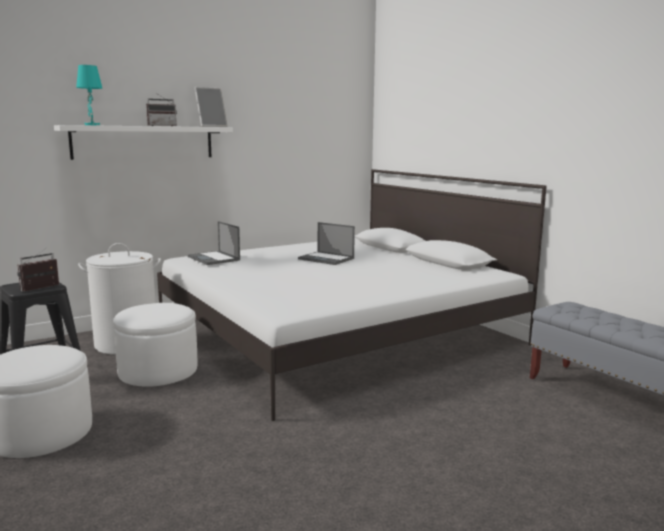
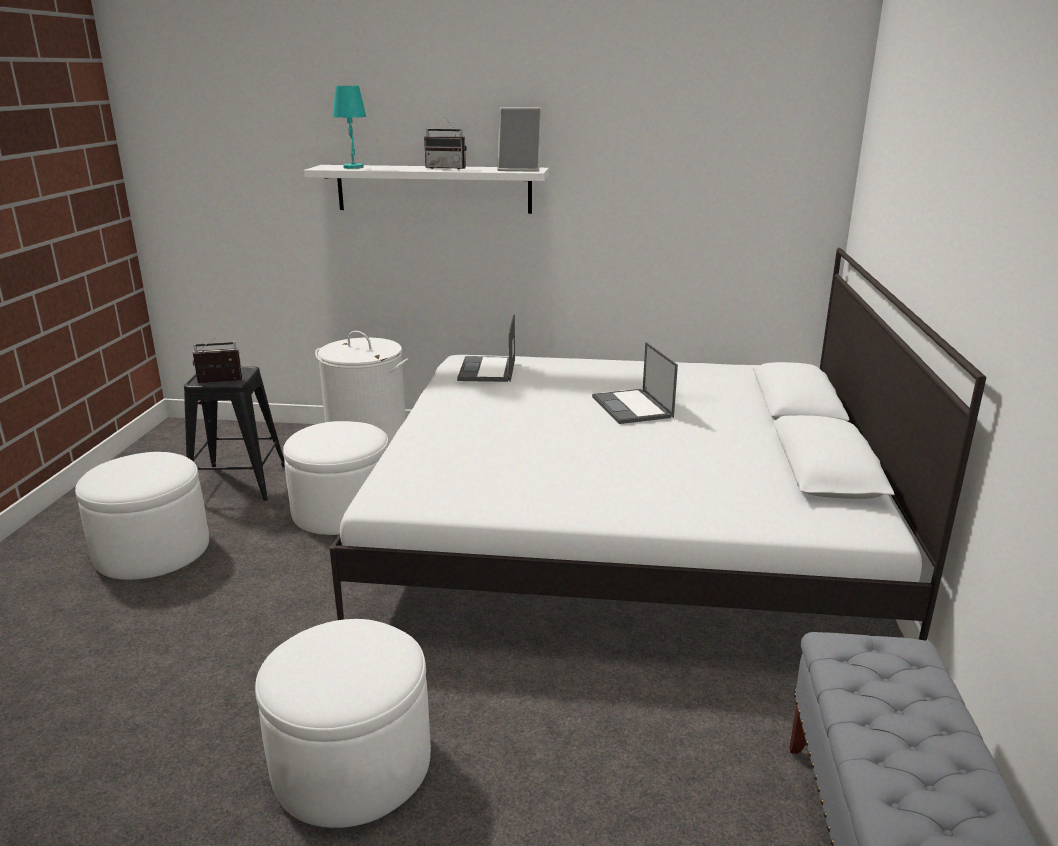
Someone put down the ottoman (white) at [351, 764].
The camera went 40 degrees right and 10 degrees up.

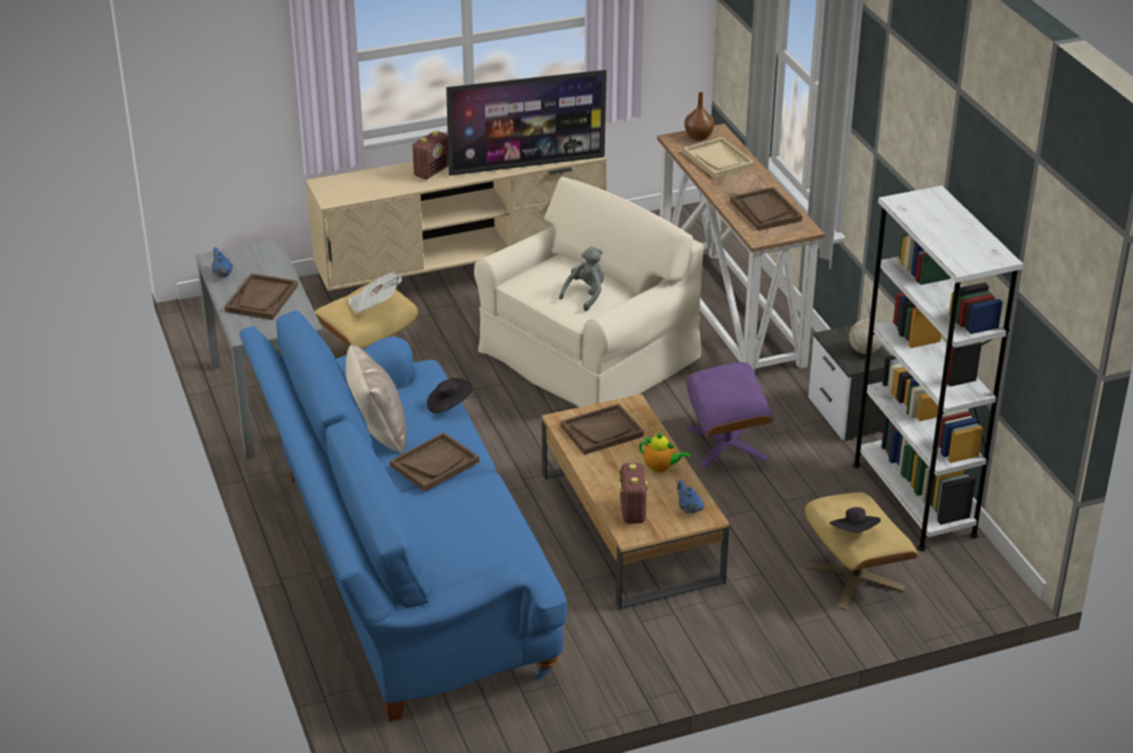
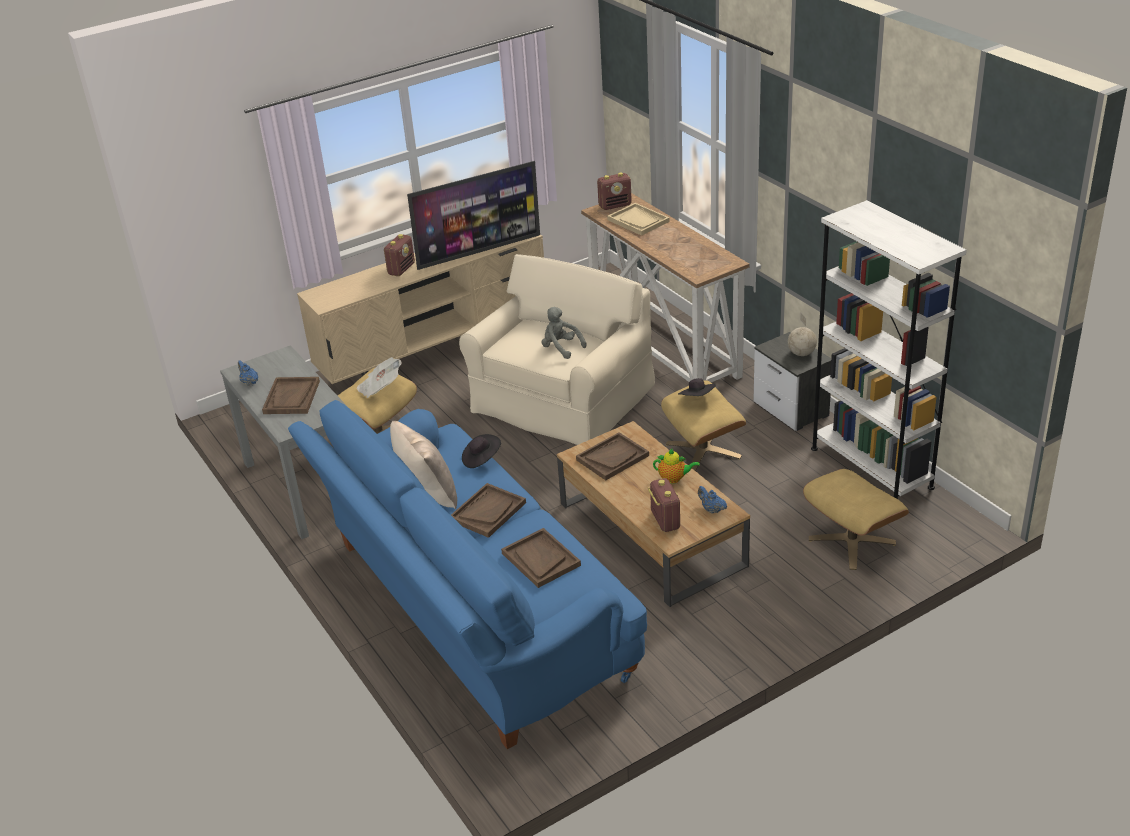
Someone swapped the vase (brown) at [699, 136] for the radio at [615, 205].
Someone carried the tray (brown) from [765, 211] to [540, 559].
Someone rotated the plush toy (grey) at [586, 295] by 75 degrees counterclockwise.
Someone repainted the ottoman (purple) at [727, 443], which became the ottoman (beige) at [703, 450].
Someone carried the hat (black) from [854, 532] to [697, 398].
The camera went 10 degrees left and 0 degrees up.

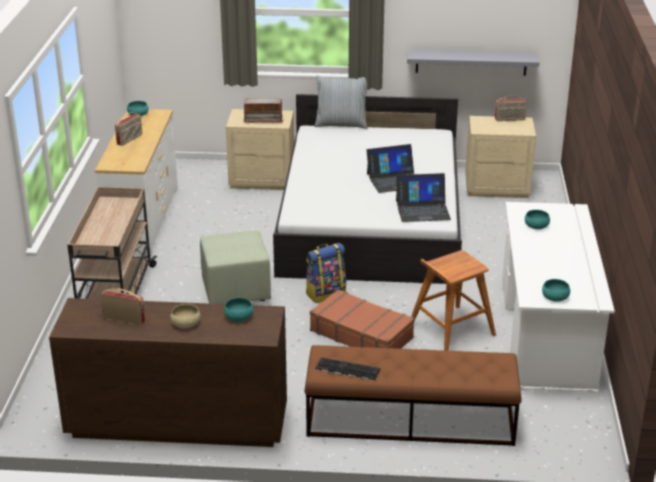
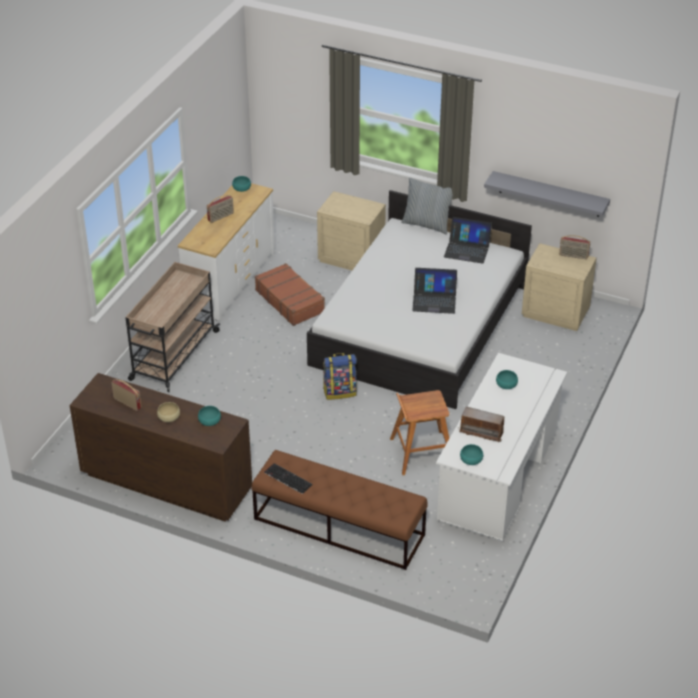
Someone carried the radio from [263, 120] to [481, 432].
Someone carried the laptop from [422, 210] to [467, 249].
Someone took away the ottoman (green) at [235, 291].
Someone carried the suitcase (brown) from [361, 334] to [290, 301].
The camera went 20 degrees right and 10 degrees up.

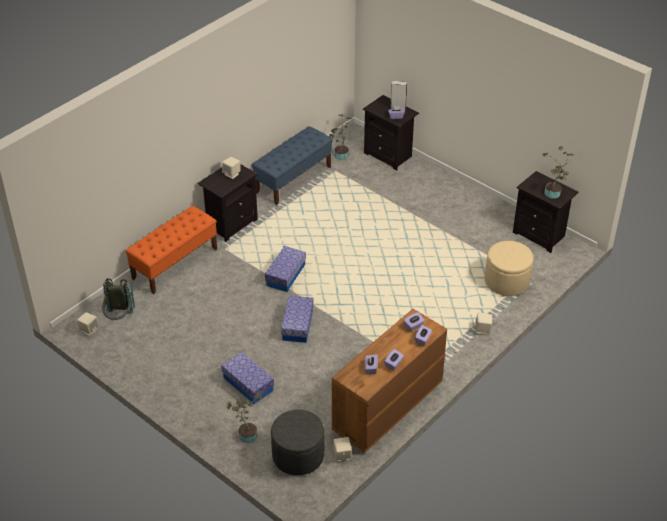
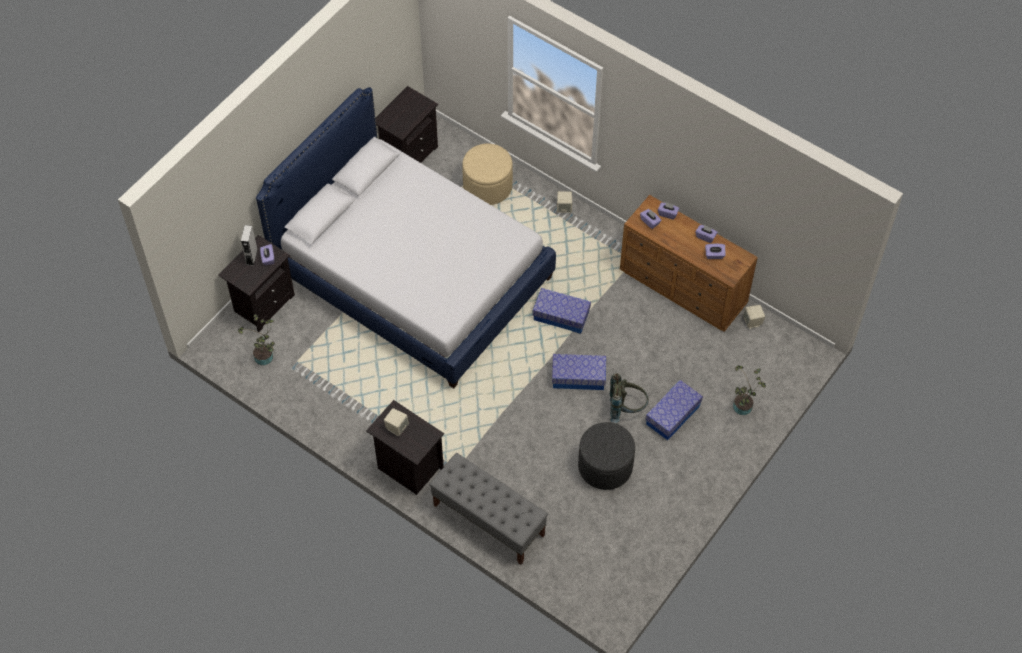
Someone took away the bench (blue) at [293, 179].
Someone took away the potted plant at [553, 194].
Someone repainted the bench (orange) at [175, 263], which became the bench (grey) at [488, 520].
Someone carried the storage box from [286, 275] to [561, 316].
Someone carried the backpack (grey) from [119, 318] to [626, 408].
Someone took away the speaker (beige) at [89, 330].
Someone carried the ottoman (grey) from [298, 455] to [605, 466].
Someone put down the bed at [412, 275].
The camera went 95 degrees left and 15 degrees up.

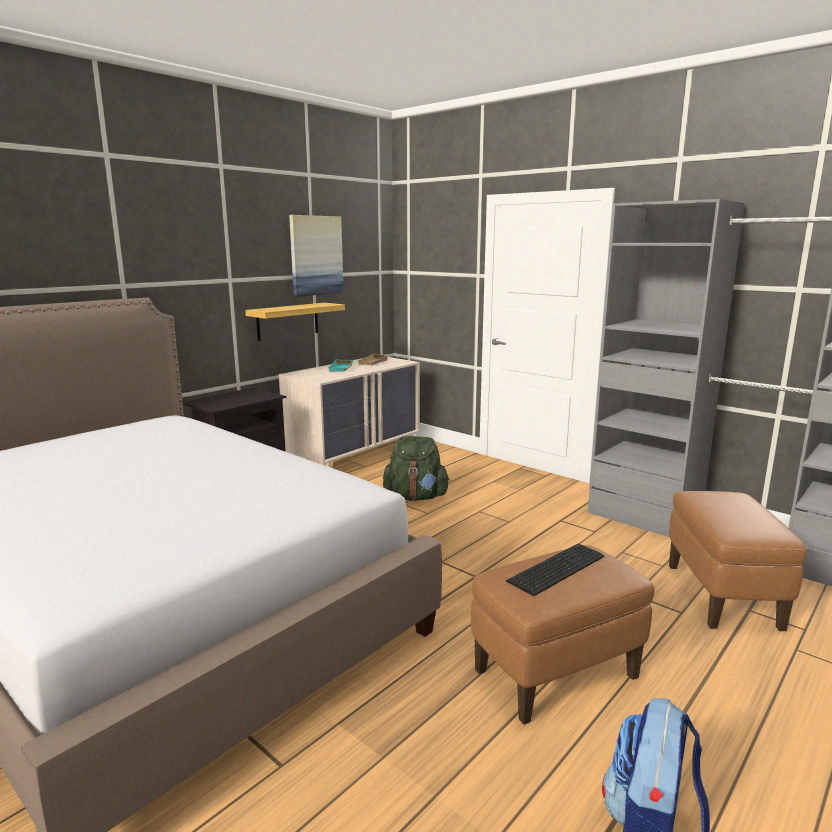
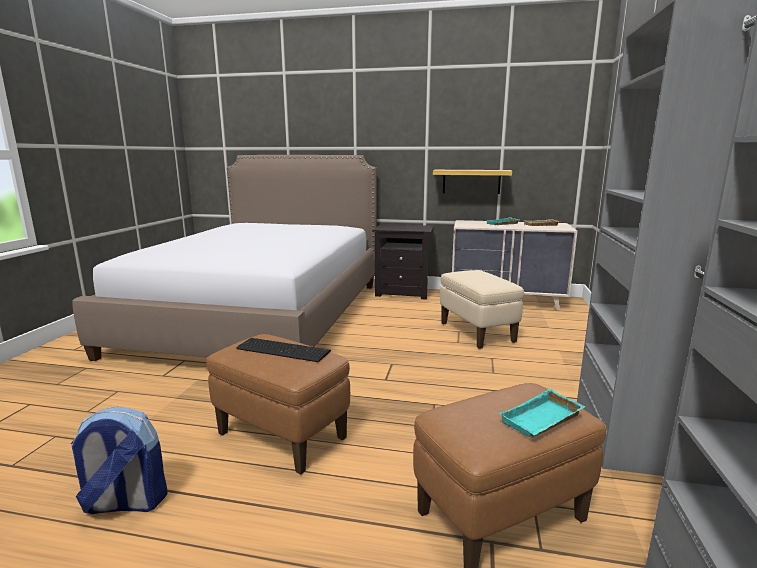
Someone took away the picture at [316, 255].
Someone swapped the backpack (green) at [416, 497] for the ottoman (beige) at [477, 332].
Someone put down the tray (turquoise) at [542, 421].
The camera went 60 degrees right and 0 degrees up.

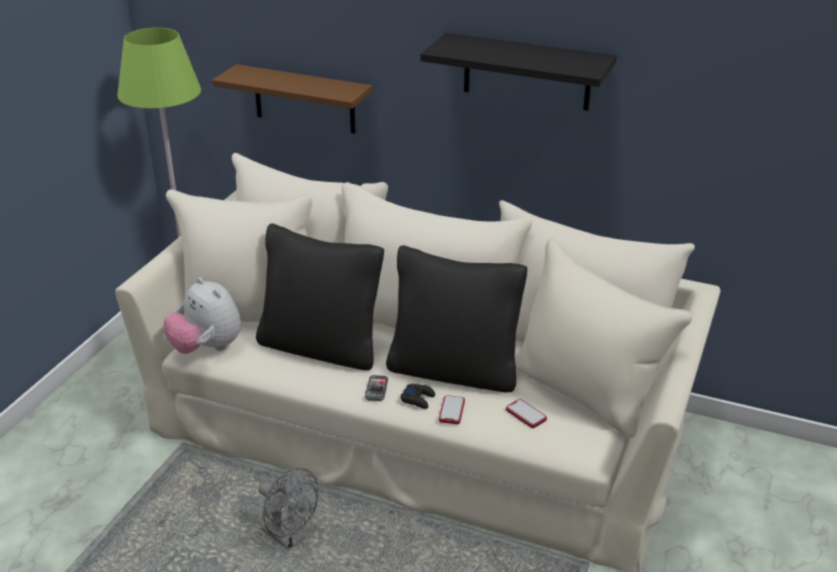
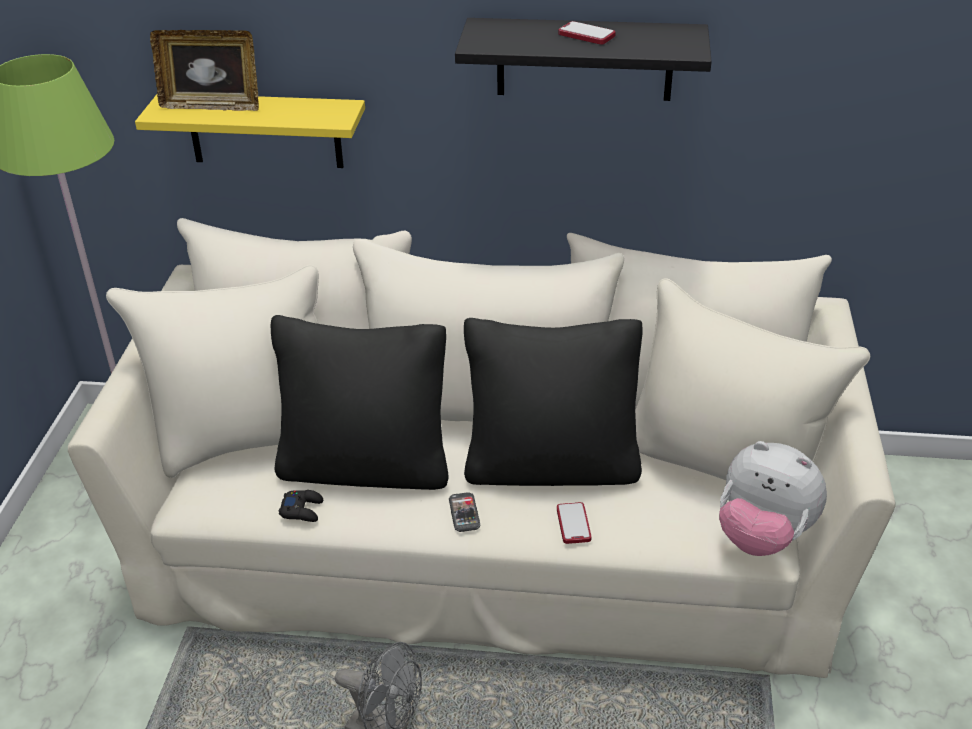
Someone repainted the shelf (brown) at [304, 99], which became the shelf (yellow) at [265, 130].
Someone carried the plush toy from [207, 348] to [762, 536].
Someone carried the game controller (black) from [418, 399] to [302, 510].
Someone carried the phone from [526, 414] to [586, 35].
Someone put down the picture frame at [212, 106].
The camera went 15 degrees left and 5 degrees up.

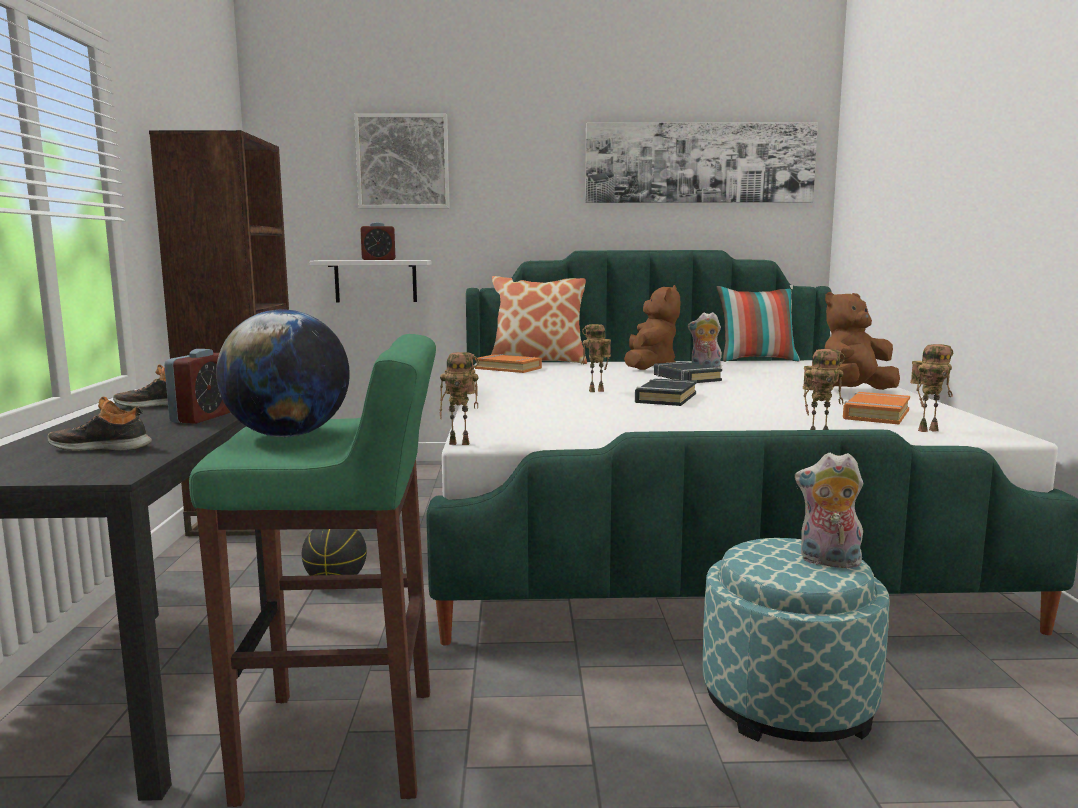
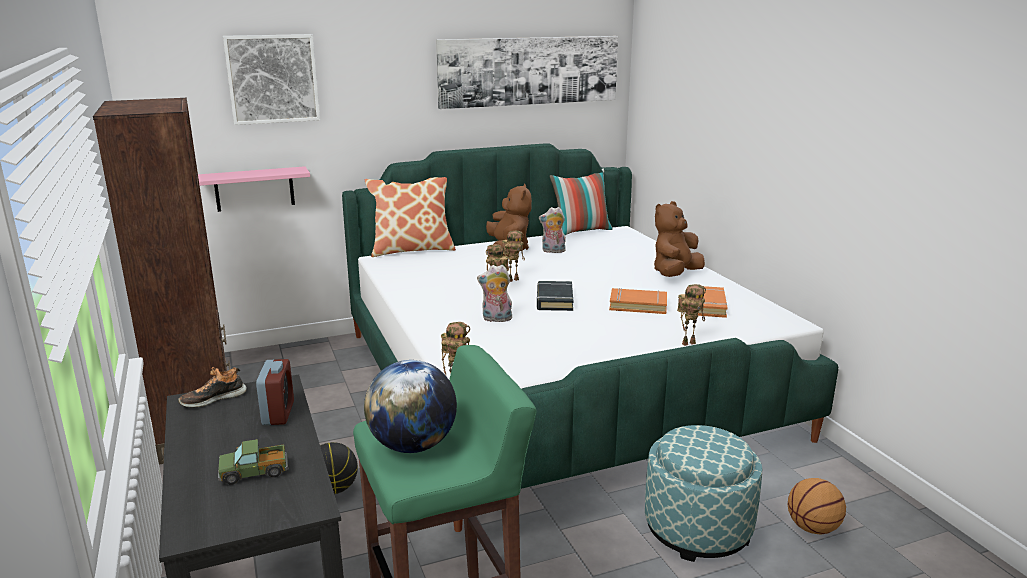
Someone took away the alarm clock at [378, 259].
Someone repainted the shelf (white) at [375, 281], which became the shelf (pink) at [254, 189].
Someone carried the toy robot from [928, 430] to [513, 279].
Someone carried the book (orange) from [509, 368] to [638, 305].
Someone took away the book (black) at [686, 378].
Someone swapped the shoe at [102, 447] for the toy truck at [254, 473].
Someone carried the plush toy from [828, 562] to [496, 319].
Someone put down the basketball at [812, 528].
The camera went 20 degrees left and 10 degrees up.

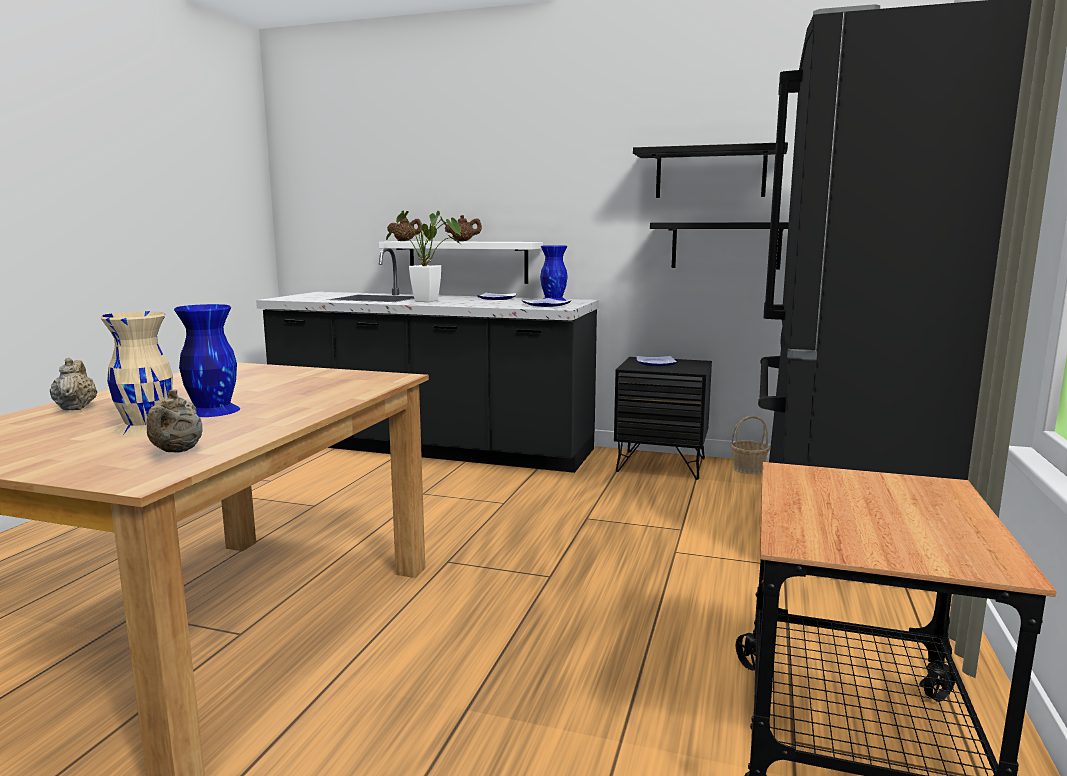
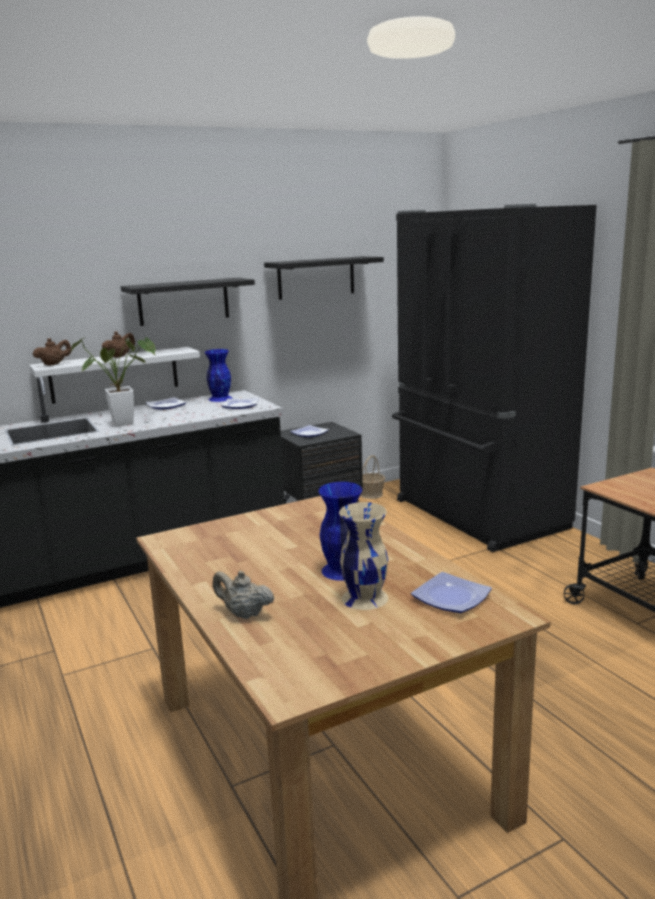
Someone carried the shelf (black) from [725, 245] to [183, 301].
Someone swapped the teapot (beige) at [177, 451] for the plate at [453, 597].
The camera went 45 degrees left and 5 degrees up.

